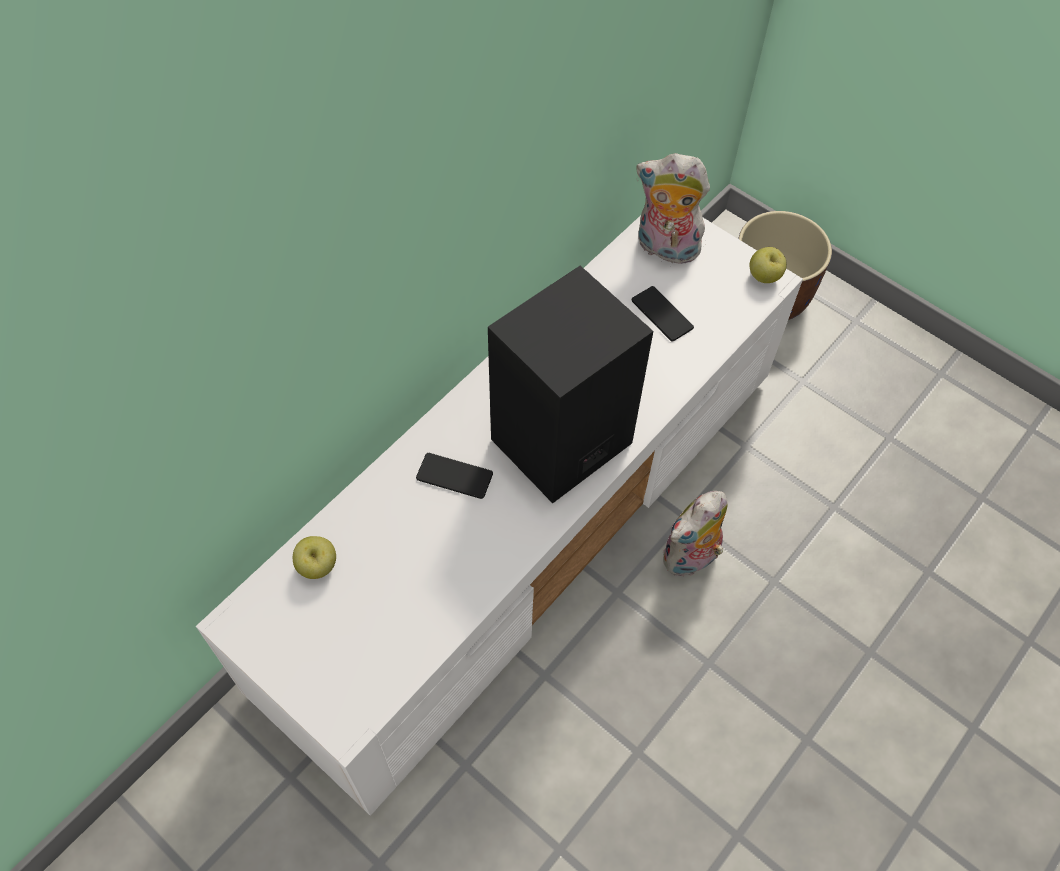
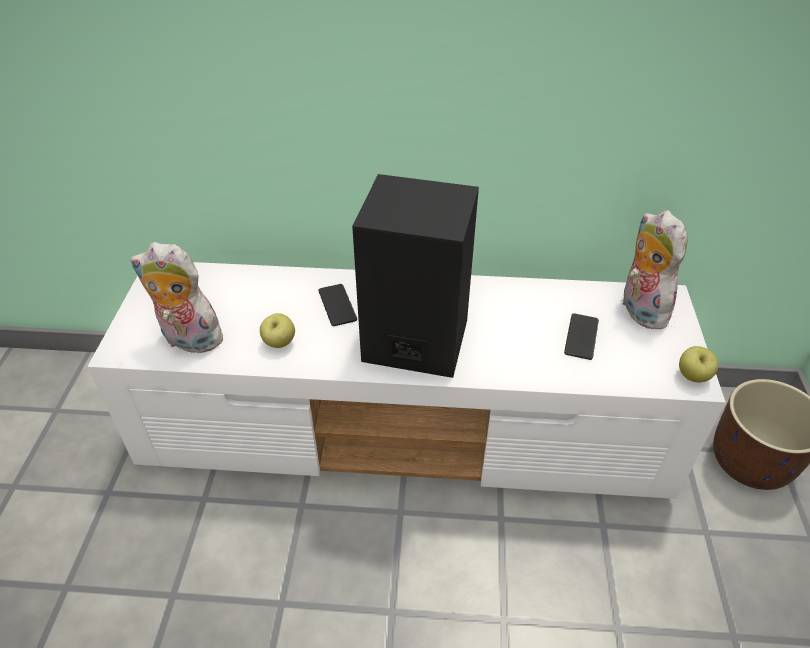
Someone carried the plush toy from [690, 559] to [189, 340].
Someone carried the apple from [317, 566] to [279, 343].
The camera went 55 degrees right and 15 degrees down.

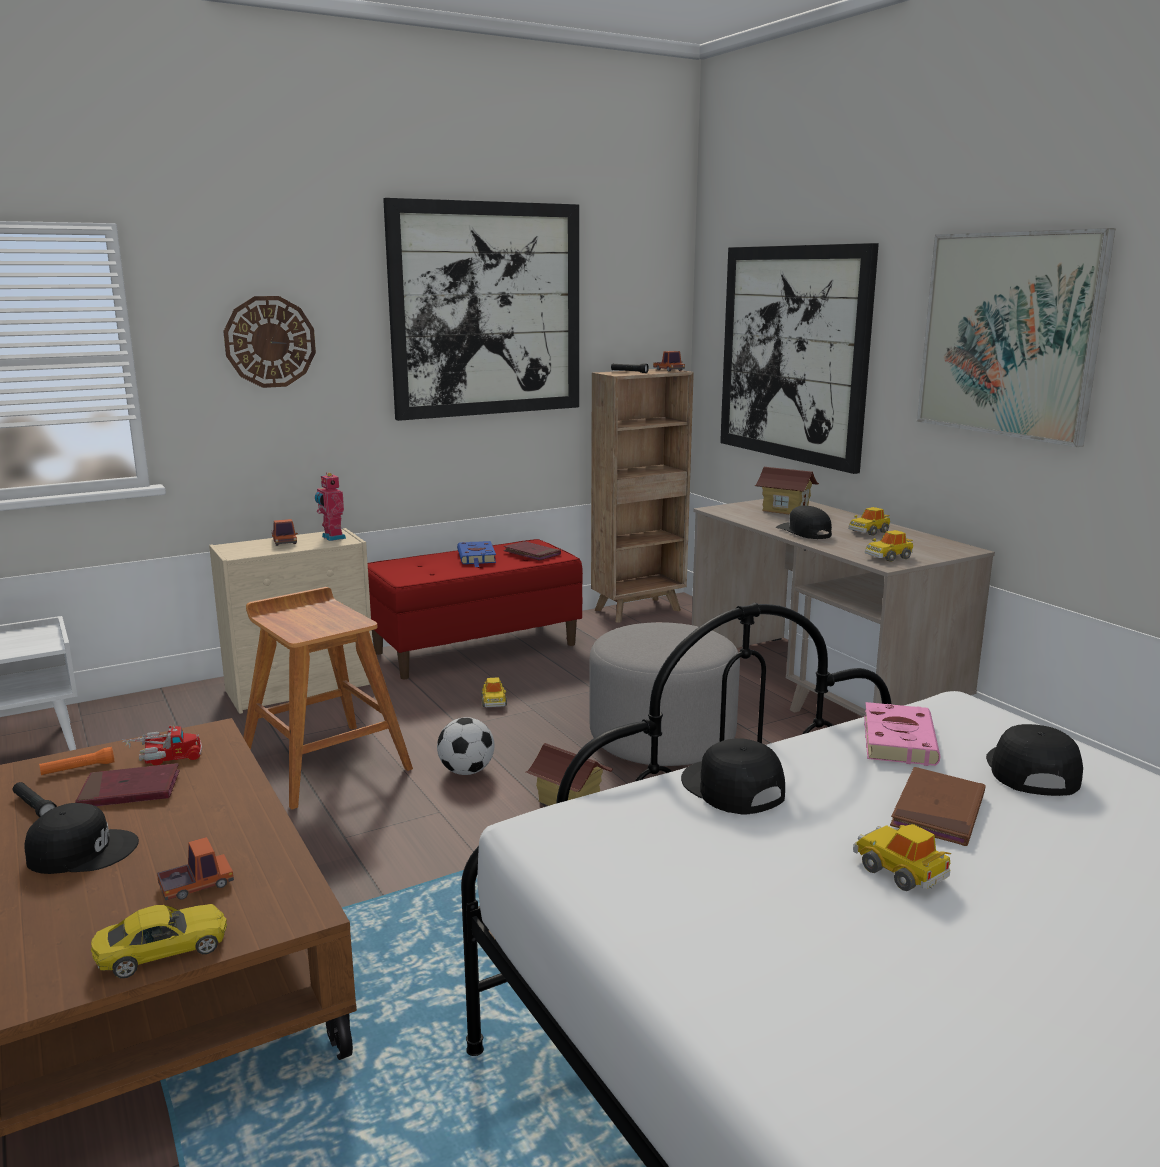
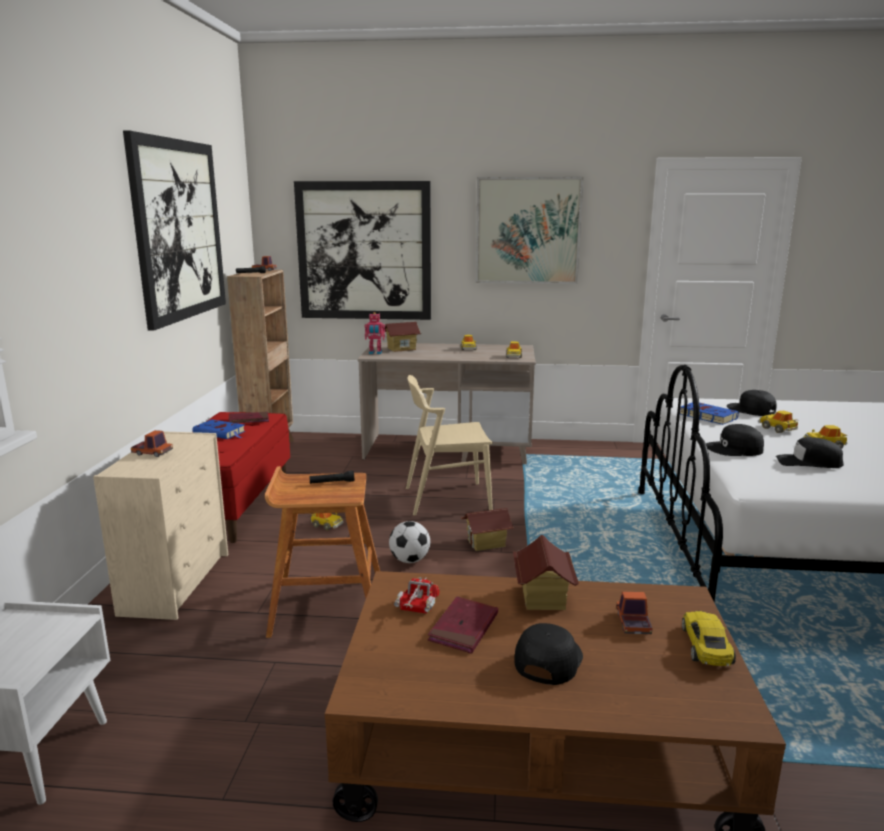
Someone took away the wall clock at [270, 342].
Someone carried the toy robot from [332, 538] to [375, 353].
Someone carried the cap (black) from [804, 532] to [808, 462].
Someone swapped the ottoman (grey) at [662, 738] for the chair (beige) at [447, 498].
Someone repainted the book (pink) at [898, 739], which became the book (blue) at [706, 416].
Someone took away the flashlight (orange) at [78, 769].
Someone swapped the book (brown) at [938, 811] for the toy car at [777, 429].
Someone carried the flashlight (black) from [34, 807] to [332, 482].
Someone put down the toy house at [542, 597].
The camera went 55 degrees left and 0 degrees up.

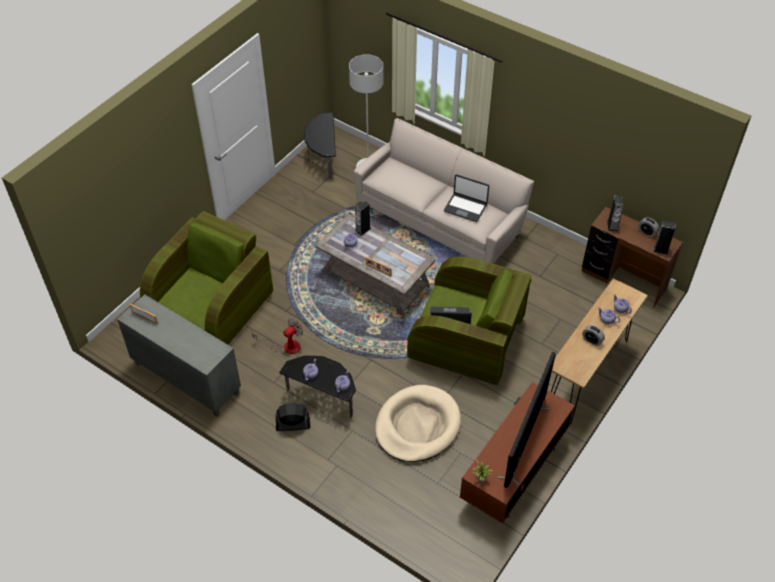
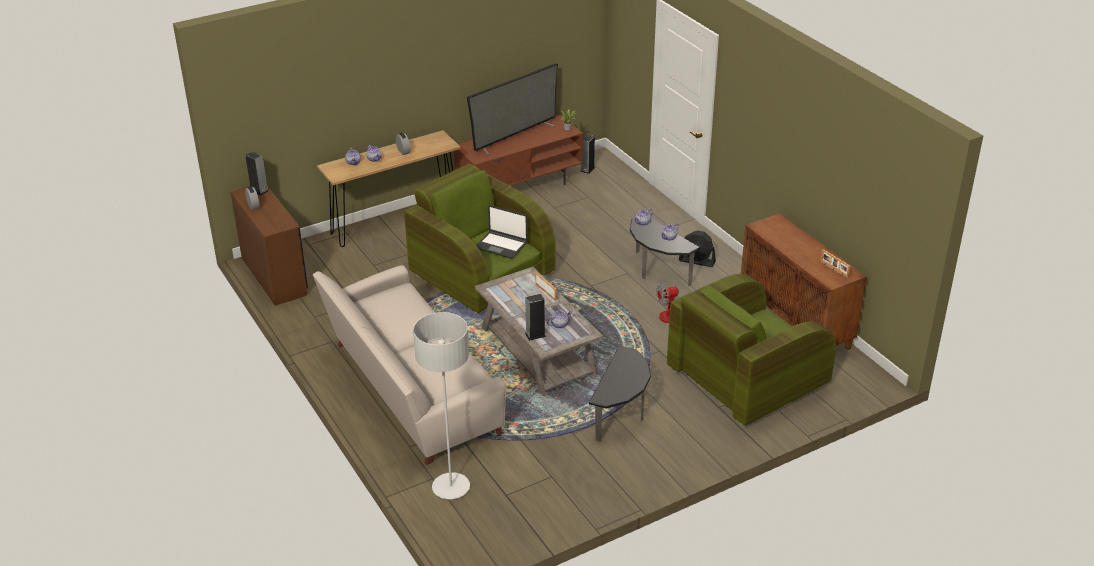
Someone carried the side table from [322, 159] to [621, 415].
Someone took away the laptop at [465, 207].
Someone carried the speaker from [612, 225] to [587, 169].
Someone repainted the cabinet (grey) at [185, 379], which became the cabinet (brown) at [796, 321].
Someone took away the dog bed (beige) at [417, 426].
The camera went 155 degrees left and 15 degrees down.

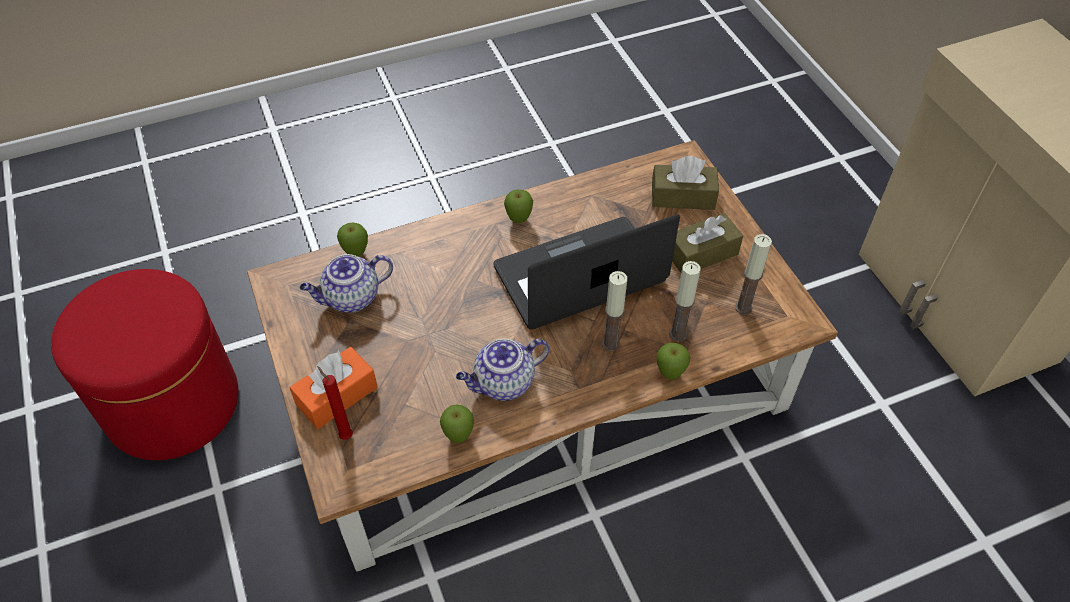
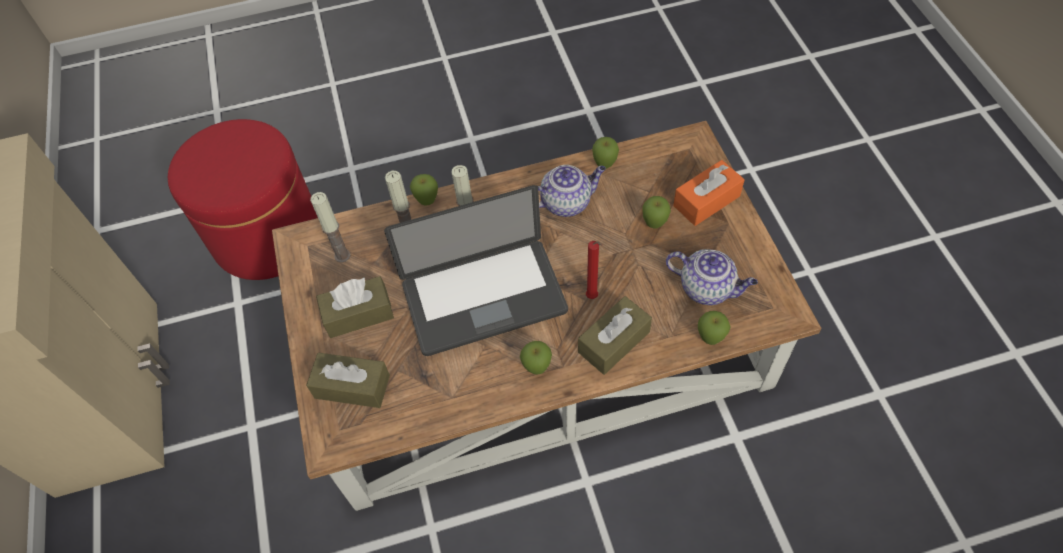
Someone rotated the teapot at [351, 298] by 45 degrees clockwise.
Someone carried the ottoman (red) from [172, 404] to [267, 236].
Someone carried the candle (red) from [345, 435] to [593, 297].
Someone put down the apple at [654, 224].
Someone put down the tissue box (brown) at [614, 342].
The camera went 170 degrees left and 5 degrees up.

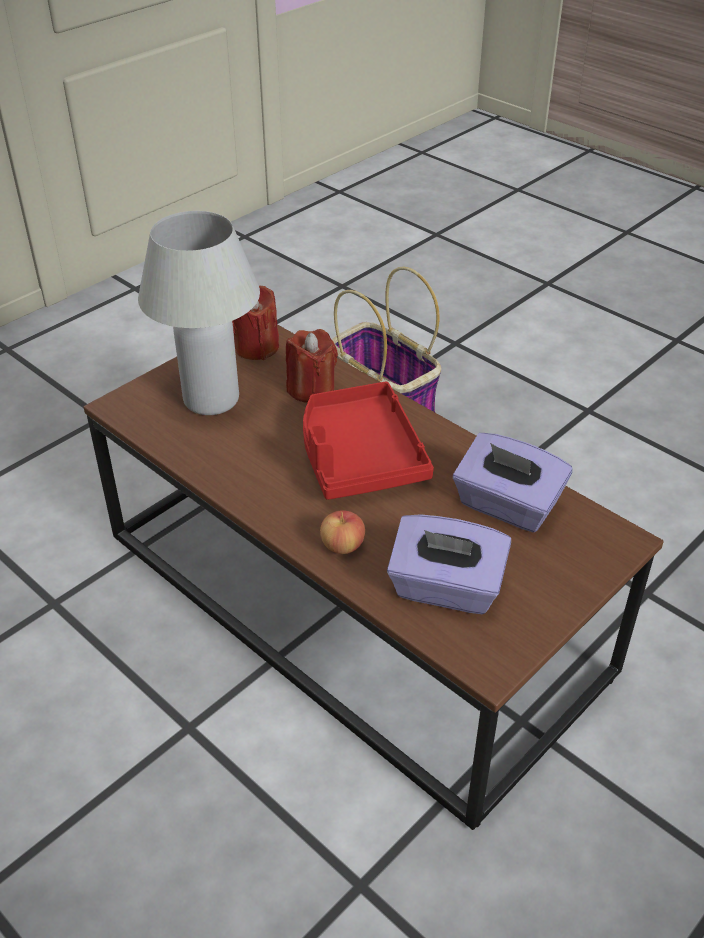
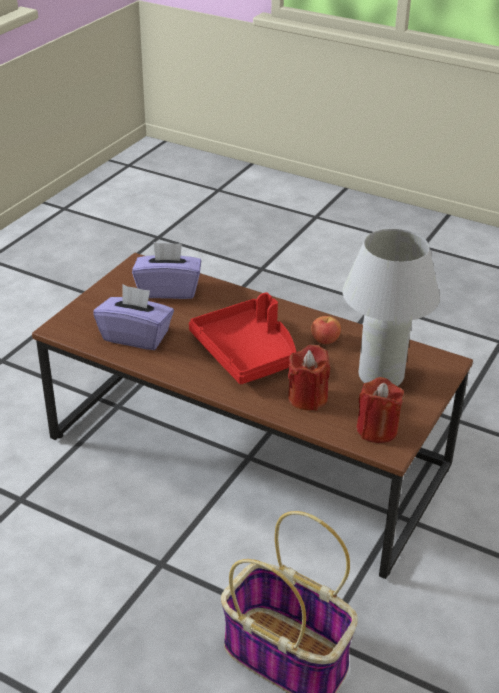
Someone carried the apple from [342, 546] to [325, 340].
The camera went 165 degrees right and 5 degrees down.

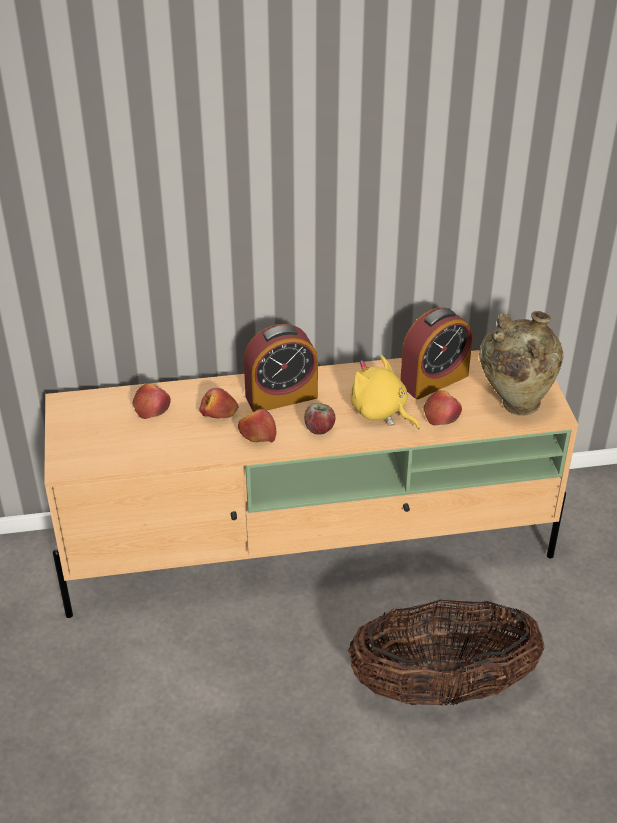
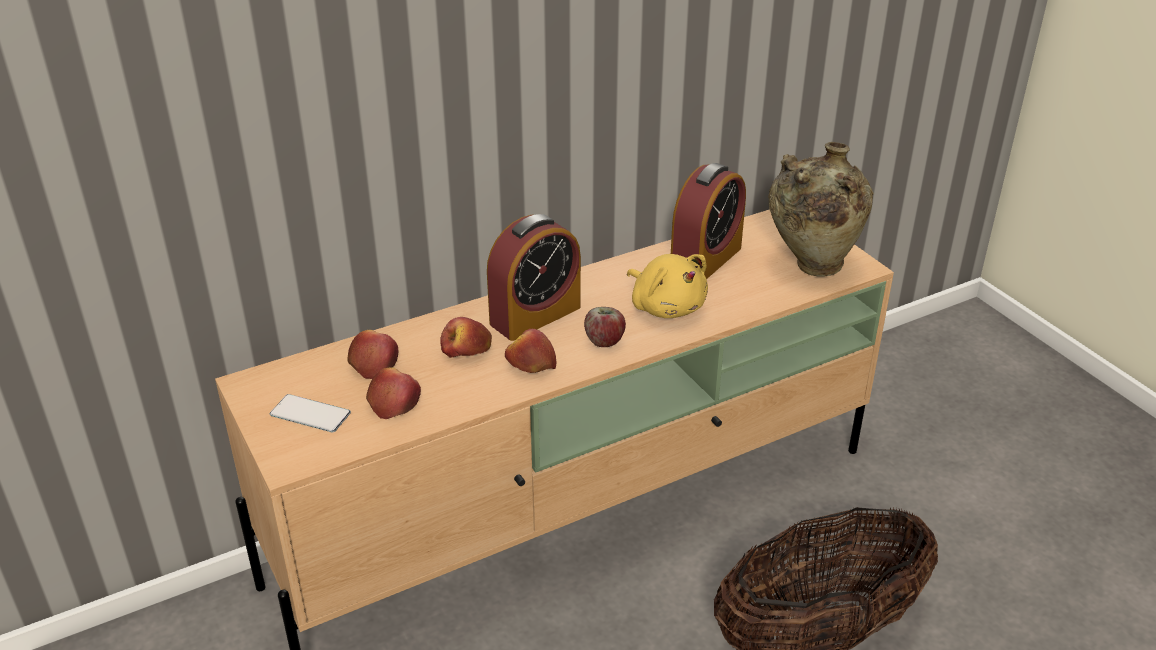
Someone rotated the plush toy (yellow) at [381, 412] by 150 degrees counterclockwise.
Someone carried the apple from [441, 414] to [394, 401].
Someone put down the phone at [310, 414].
The camera went 20 degrees left and 5 degrees down.

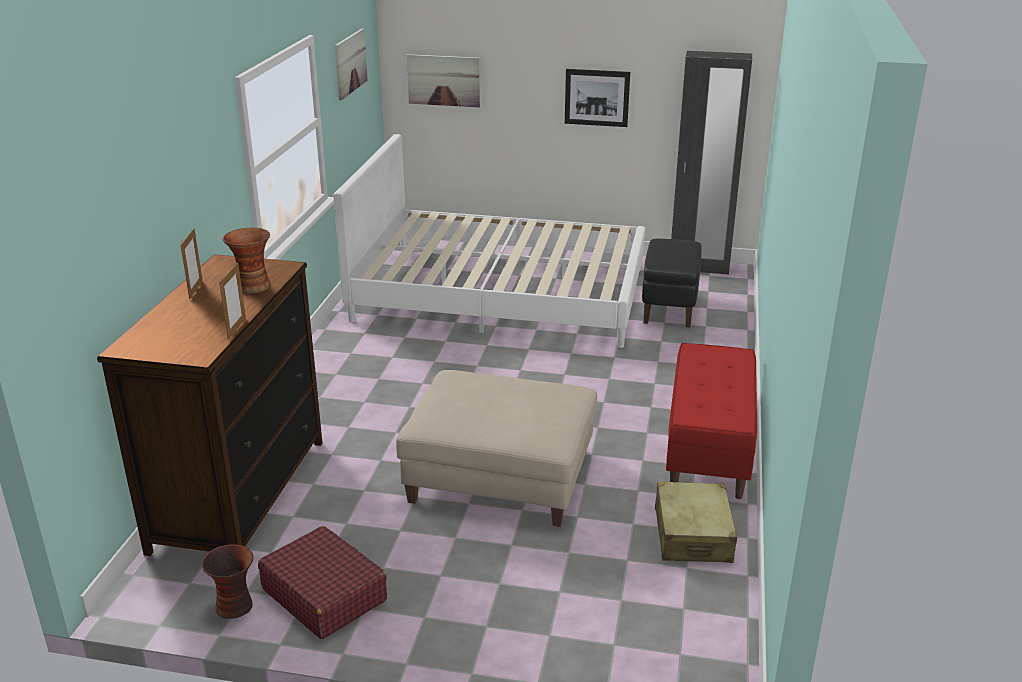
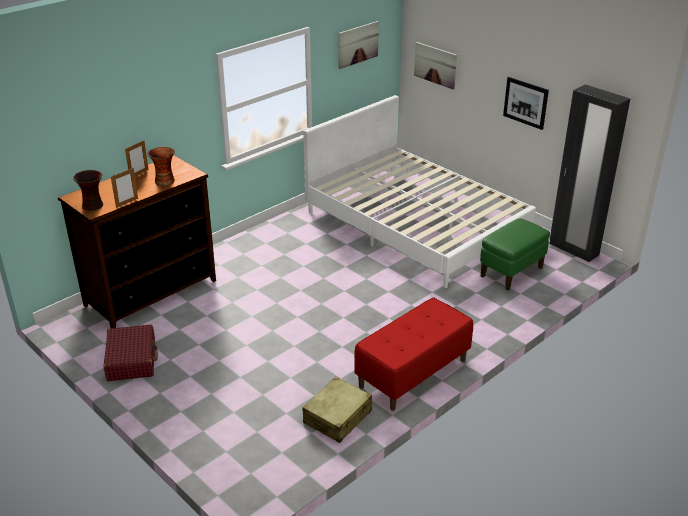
Someone repainted the ottoman (black) at [669, 308], which became the ottoman (green) at [511, 272].
Someone took away the ottoman (beige) at [500, 476].
Someone carried the vase from [235, 605] to [93, 205].
The camera went 35 degrees right and 5 degrees up.

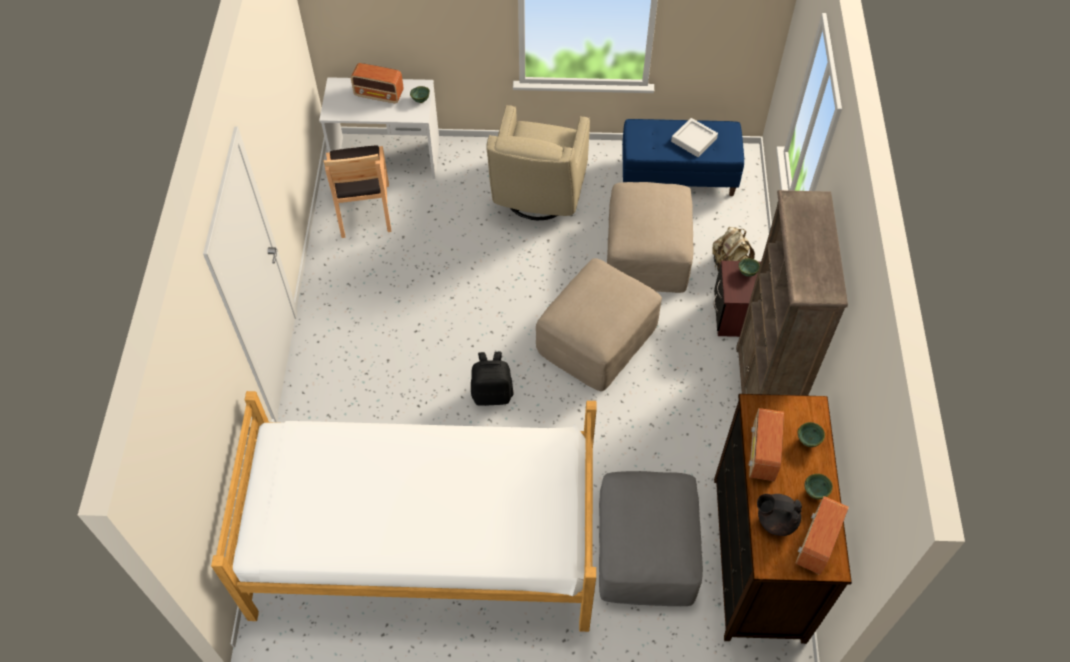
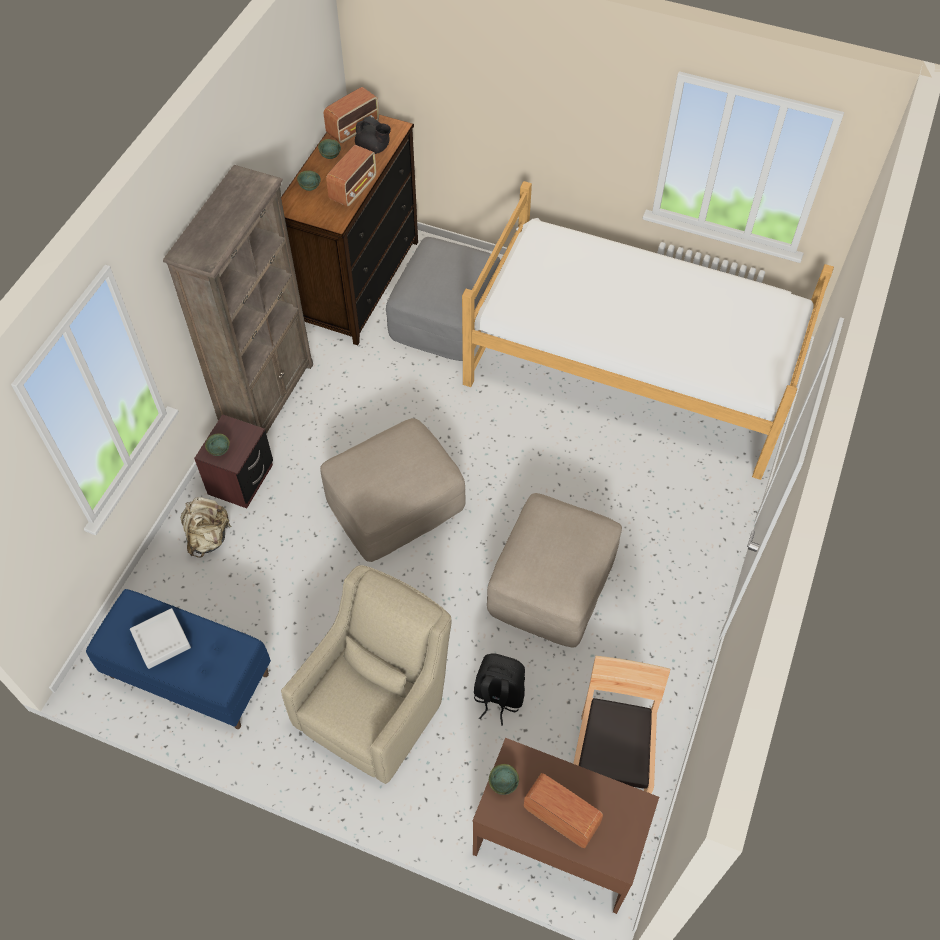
Someone repainted the desk (white) at [387, 158], which became the desk (brown) at [557, 844].
Someone carried the ottoman (beige) from [646, 250] to [552, 582].
Someone carried the backpack (black) from [492, 393] to [498, 697].
The camera went 160 degrees left and 0 degrees up.

